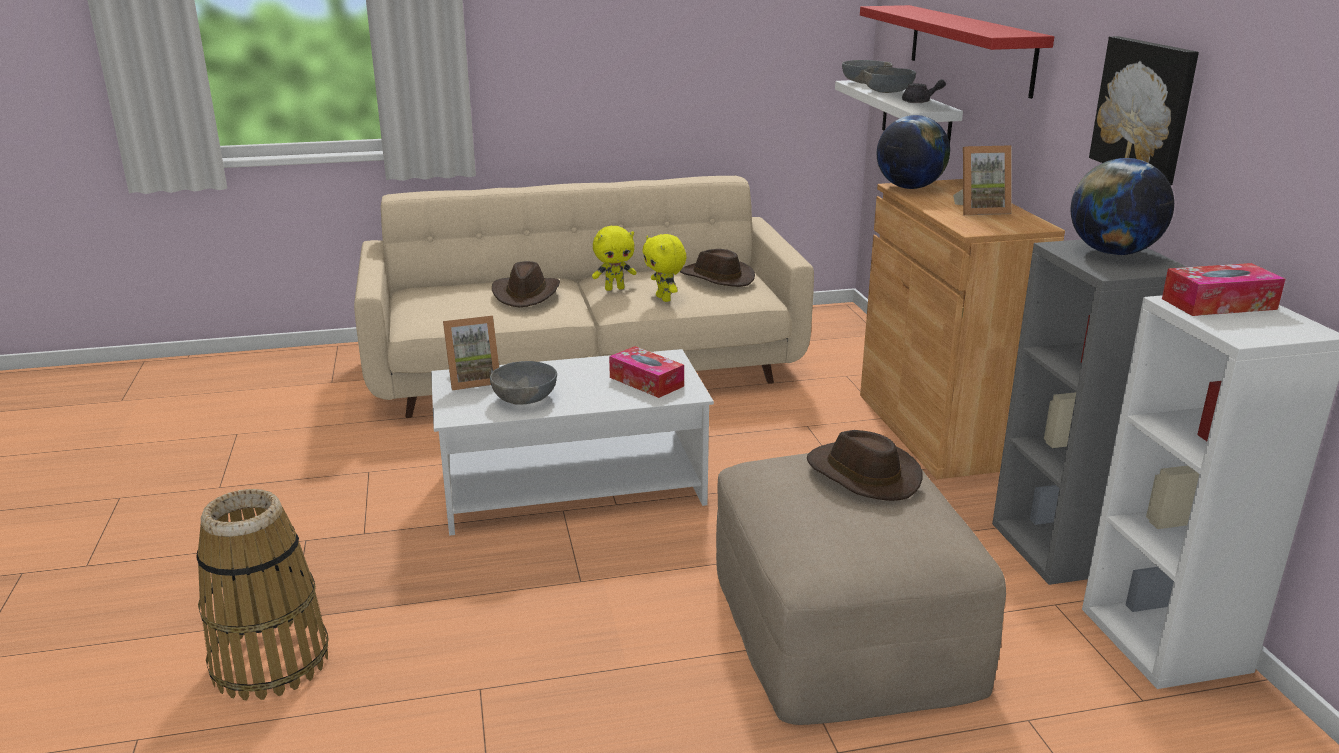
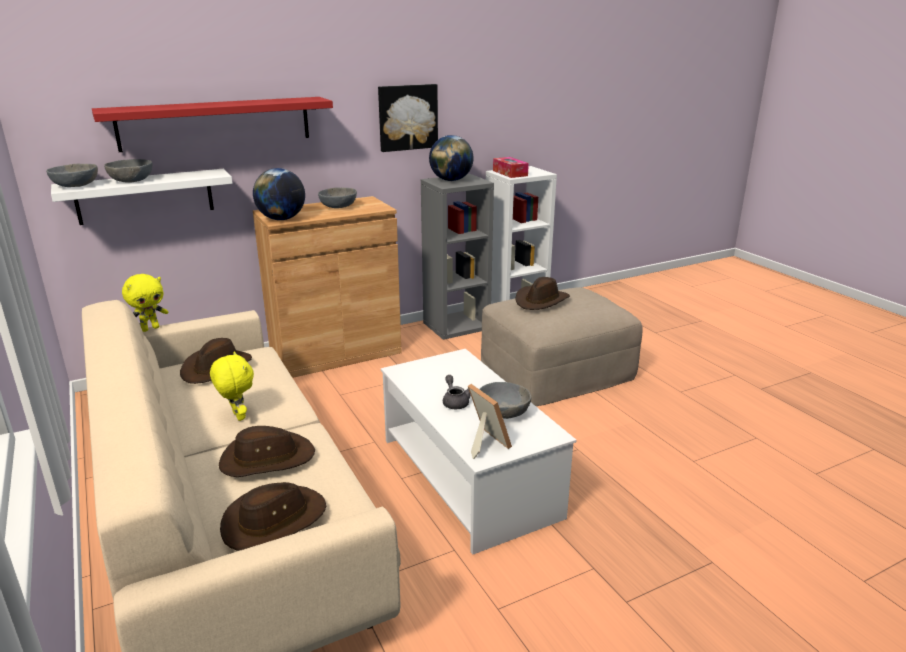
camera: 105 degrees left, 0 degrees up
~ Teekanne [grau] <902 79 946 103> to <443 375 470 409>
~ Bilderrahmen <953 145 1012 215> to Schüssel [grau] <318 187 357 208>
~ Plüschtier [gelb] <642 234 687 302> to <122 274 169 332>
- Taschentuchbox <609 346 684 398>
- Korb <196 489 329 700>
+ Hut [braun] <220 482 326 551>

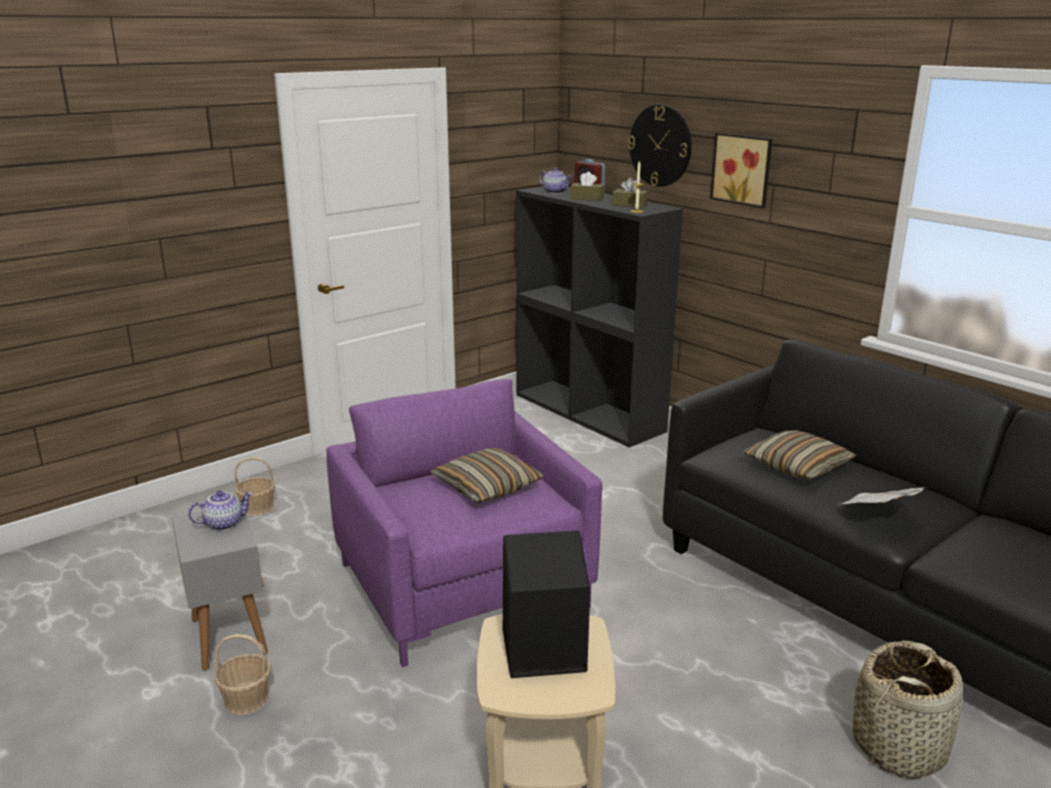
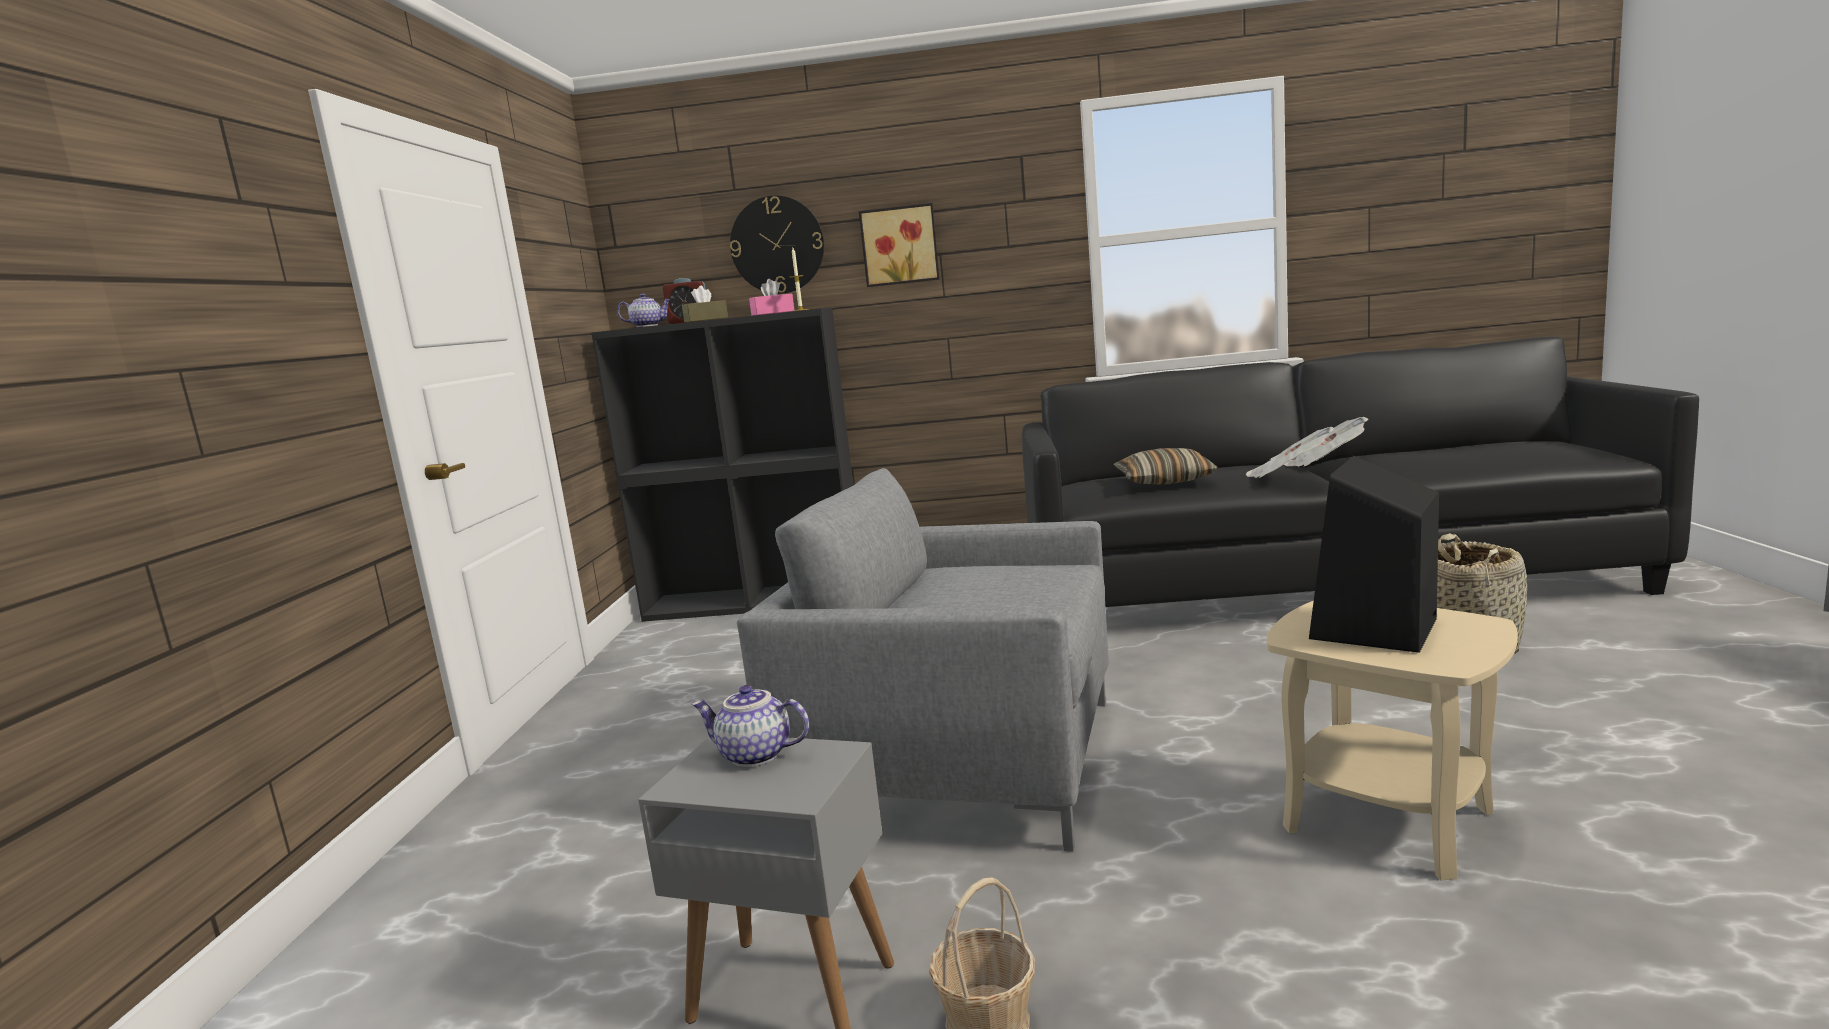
camera: 45 degrees left, 10 degrees down
~ Taschentuchbox [braun] <612 178 648 208> to Taschentuchbox [rosa] <749 279 794 316>
~ Sessel [lila] <326 379 602 667> to Sessel [grau] <737 468 1109 852>
- Kissen <431 448 544 503>
- Korb <234 457 275 516>
~ Teekanne <188 491 253 531> = <691 685 809 767> 90 degrees counterclockwise
+ Zeitung <1284 417 1369 467>

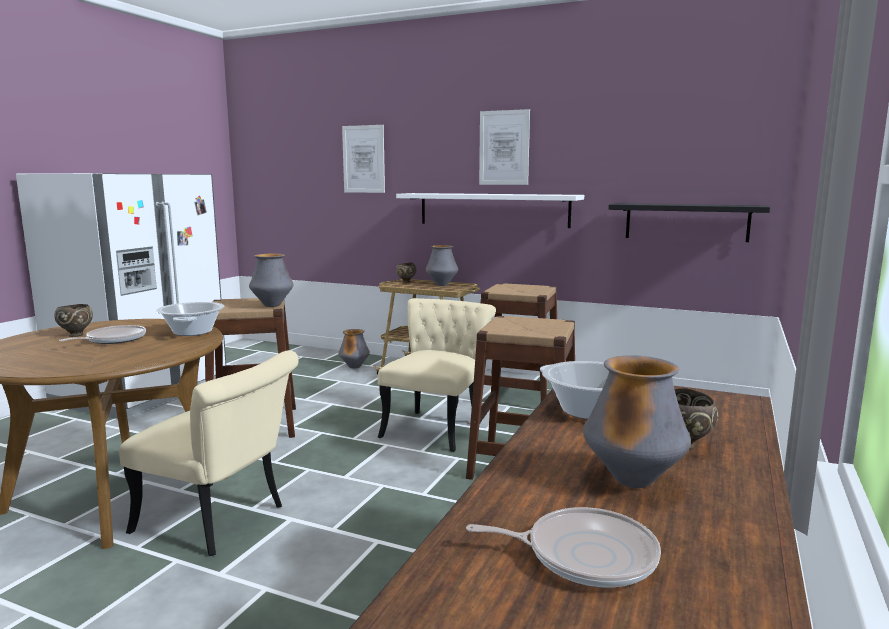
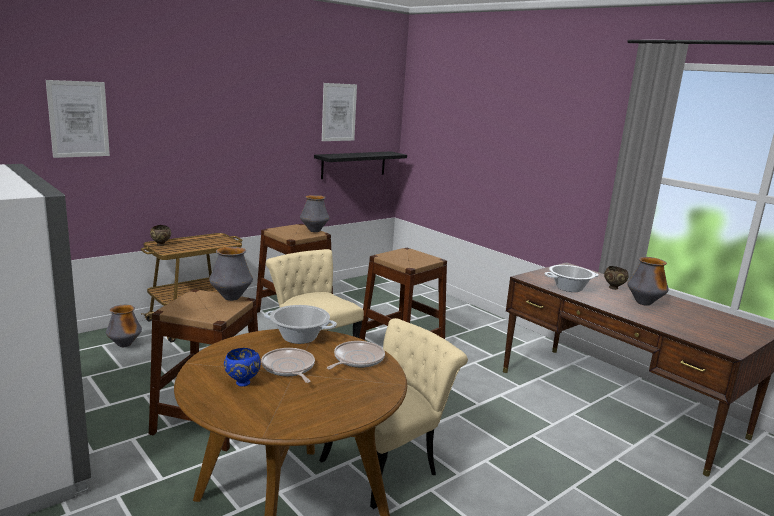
camera: 65 degrees left, 5 degrees up
~ Bild <479 109 530 185> to <322 83 357 141>
- Wandregal [weiß] <396 193 584 228>
~ Vase <426 245 458 286> to <300 195 329 232>
~ Schüssel [braun] <54 304 93 337> to Schüssel [blau] <224 348 261 387>
~ Pfanne <466 507 661 588> to <327 341 385 369>

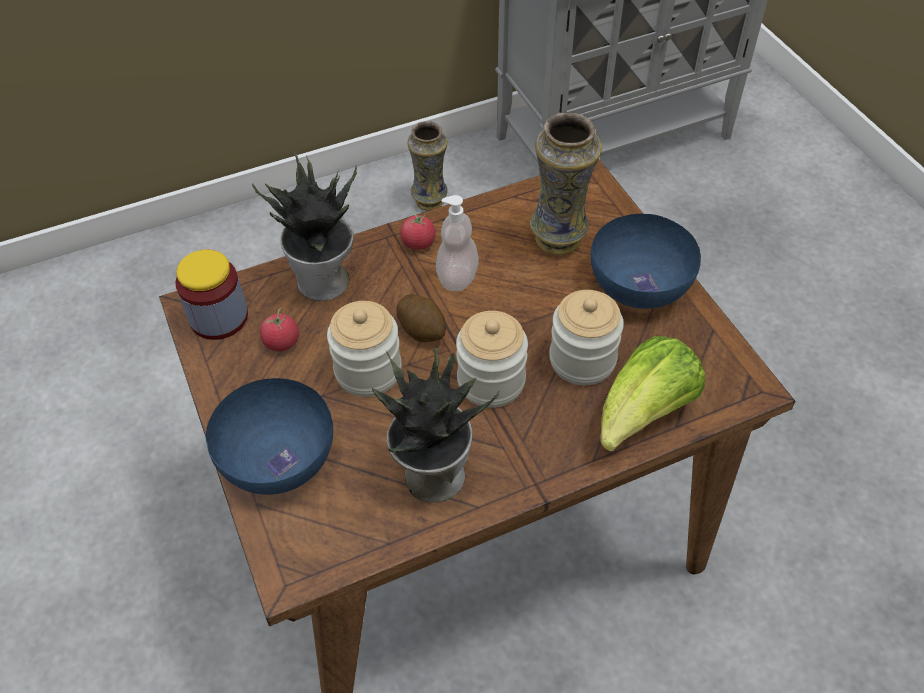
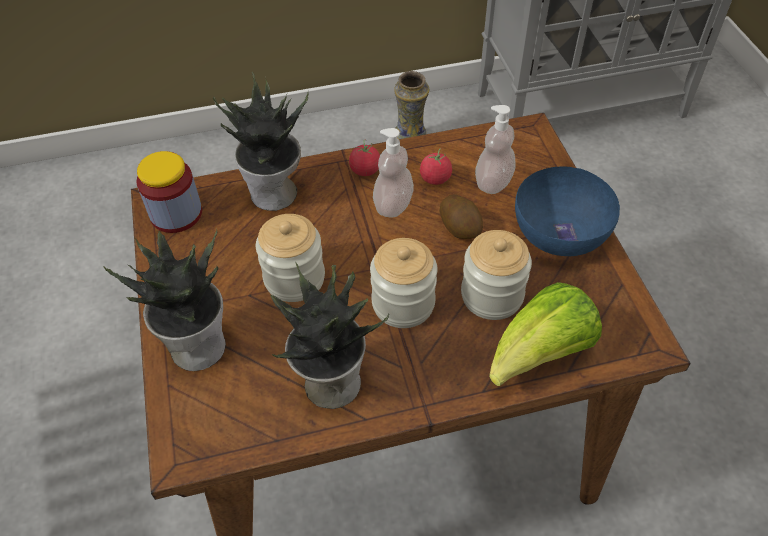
camera: 10 degrees right, 0 degrees up
~ Vase <530 112 602 255> to Seifenspender <475 105 516 194>
~ Kartoffel <396 294 446 342> to <440 194 483 239>
~ Tomate <260 308 299 351> to <420 148 452 185>
~ Schüssel [blau] <206 378 333 495> to Topfpflanze <103 230 226 371>

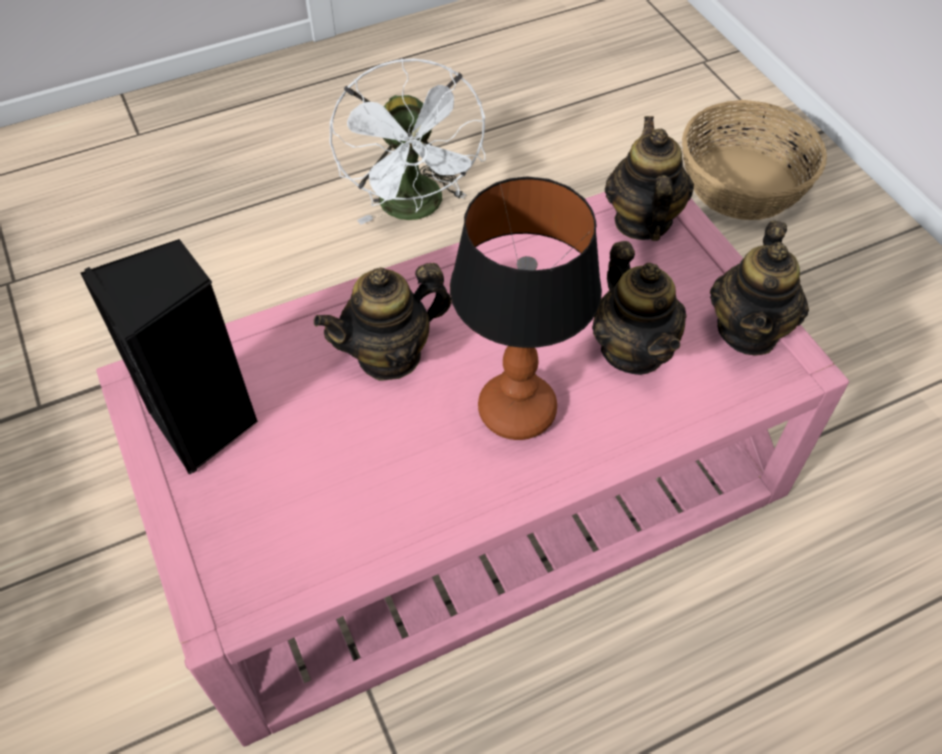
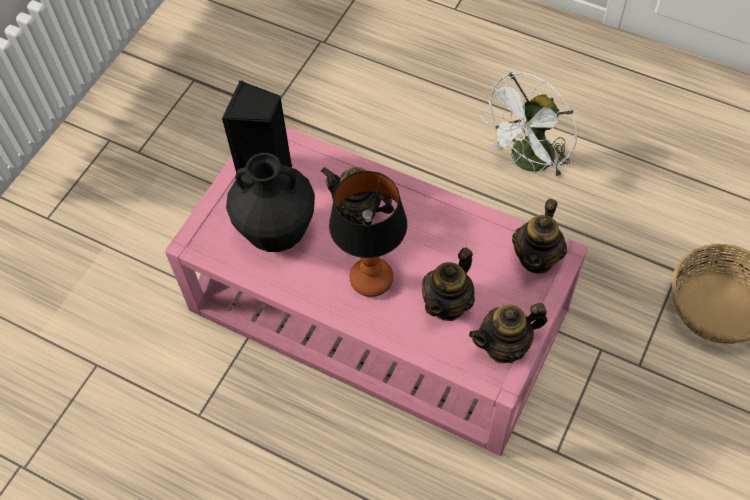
camera: 55 degrees right, 5 degrees up
~ Teekanne <605 116 694 241> = <512 199 567 274> 150 degrees clockwise
+ Vase [schwarz] <226 153 315 252>

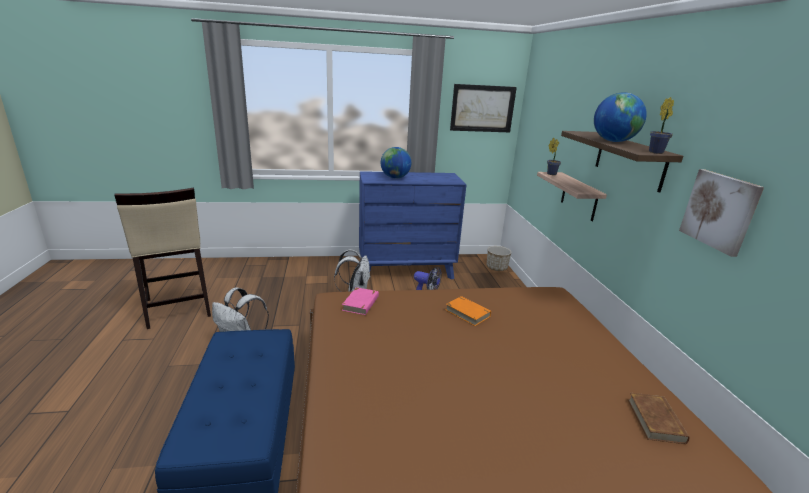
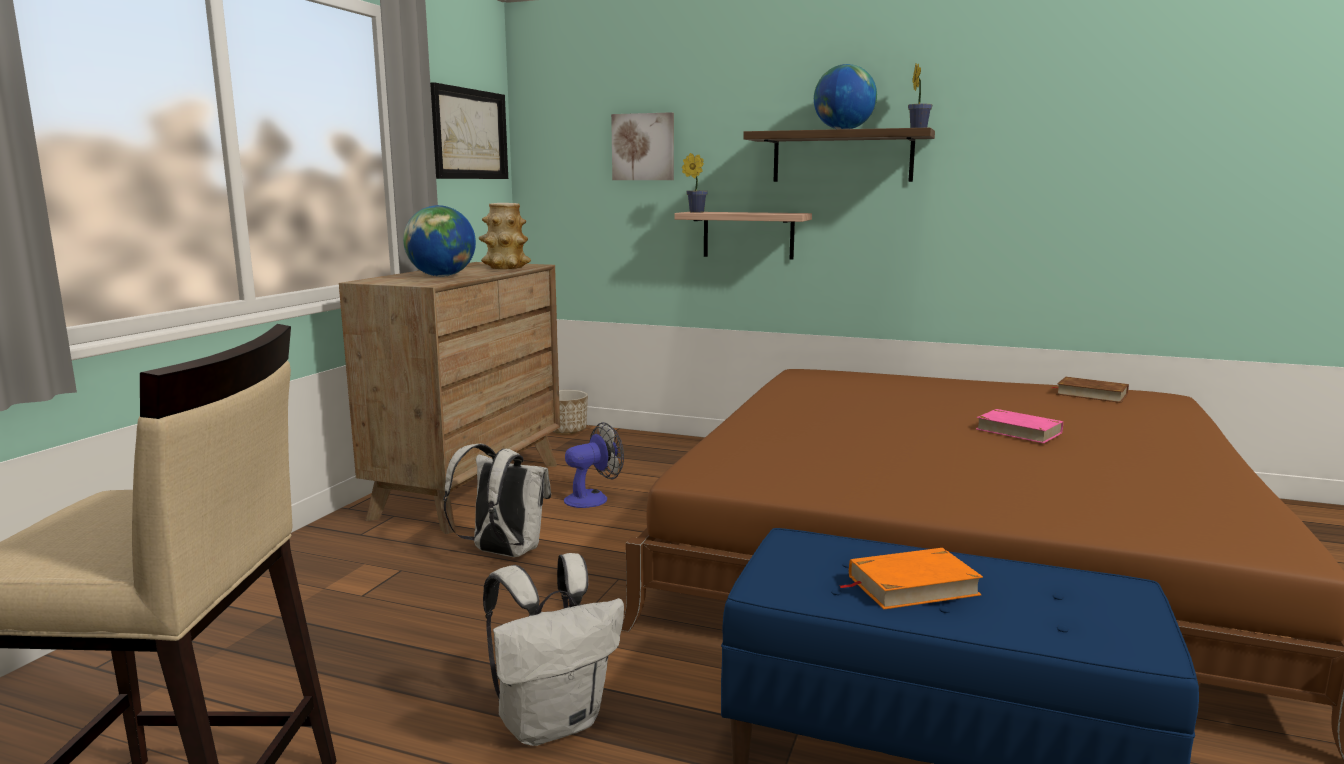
camera: 60 degrees left, 10 degrees down
~ Bild <679 169 764 257> to <611 112 674 180>
~ Kommode [blau] <359 171 467 280> to Kommode [braun] <339 262 560 534>
~ Buch [rosa] <342 287 379 315> to <976 409 1063 443>
~ Buch [orange] <445 296 491 326> to <838 548 983 609>
+ Vase <479 203 531 269>

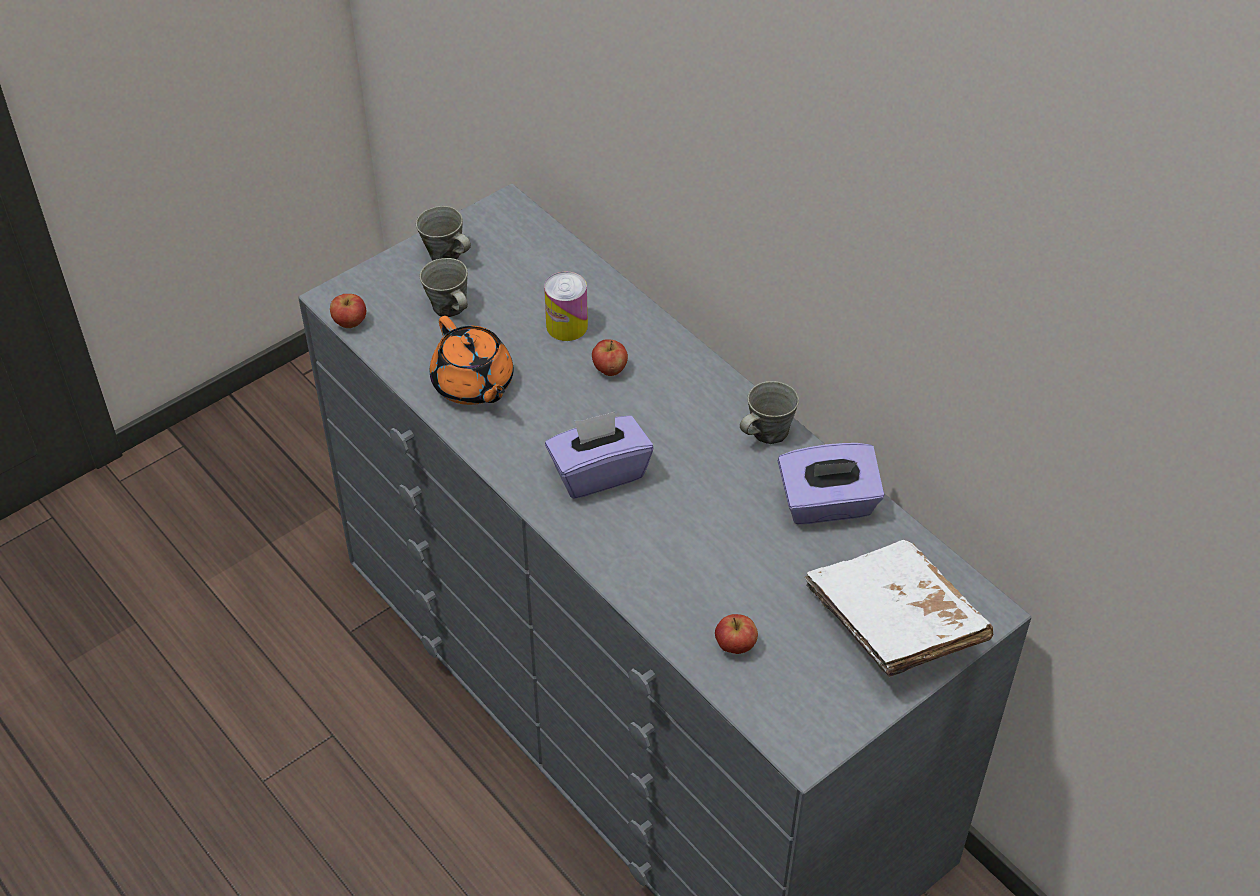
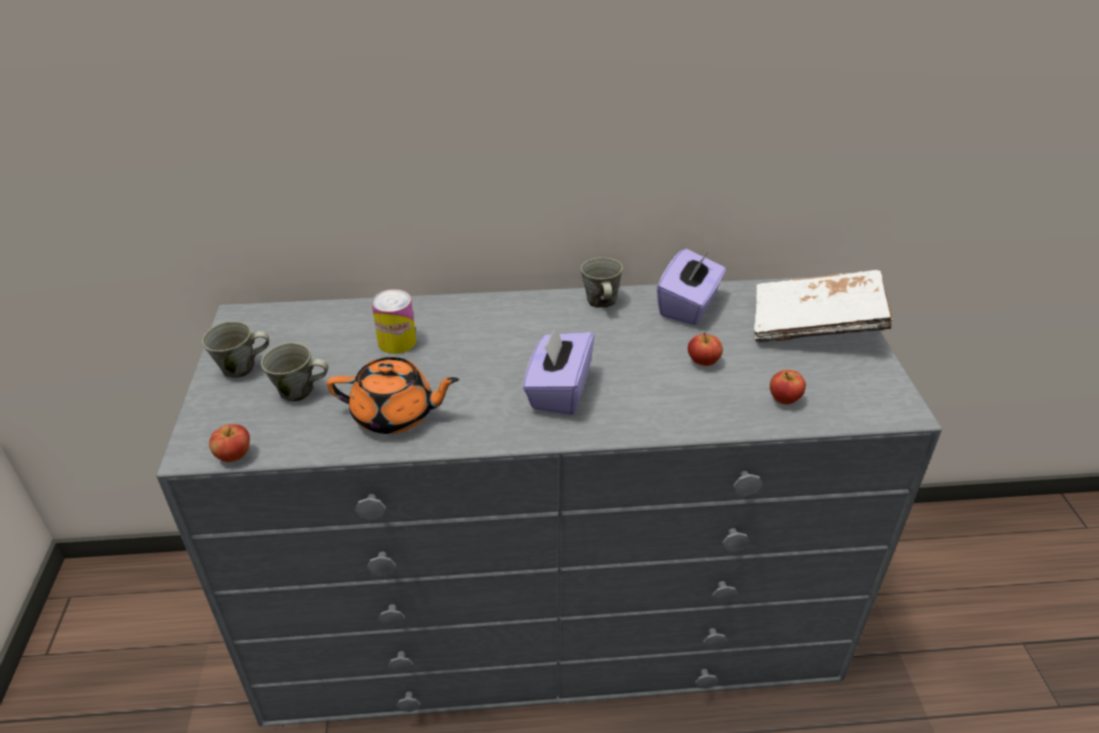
camera: 55 degrees left, 10 degrees down
~ Apfel <592 340 628 376> to <688 333 723 366>

